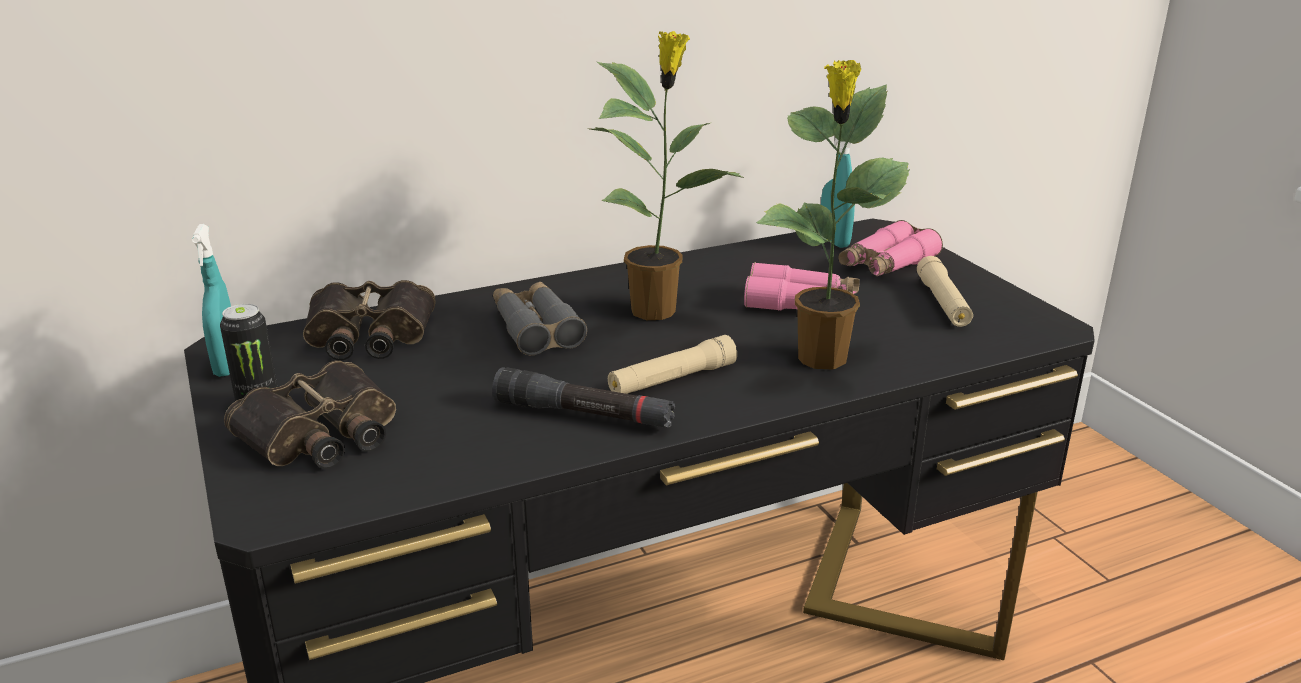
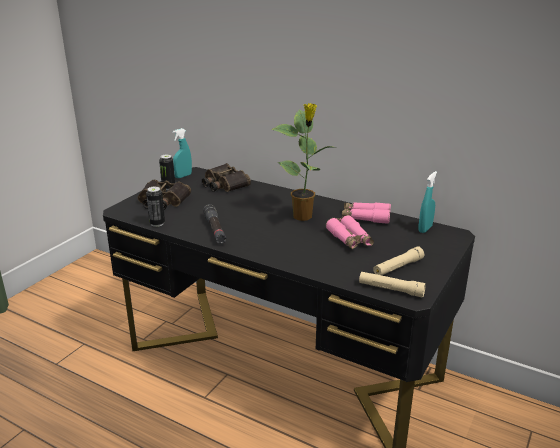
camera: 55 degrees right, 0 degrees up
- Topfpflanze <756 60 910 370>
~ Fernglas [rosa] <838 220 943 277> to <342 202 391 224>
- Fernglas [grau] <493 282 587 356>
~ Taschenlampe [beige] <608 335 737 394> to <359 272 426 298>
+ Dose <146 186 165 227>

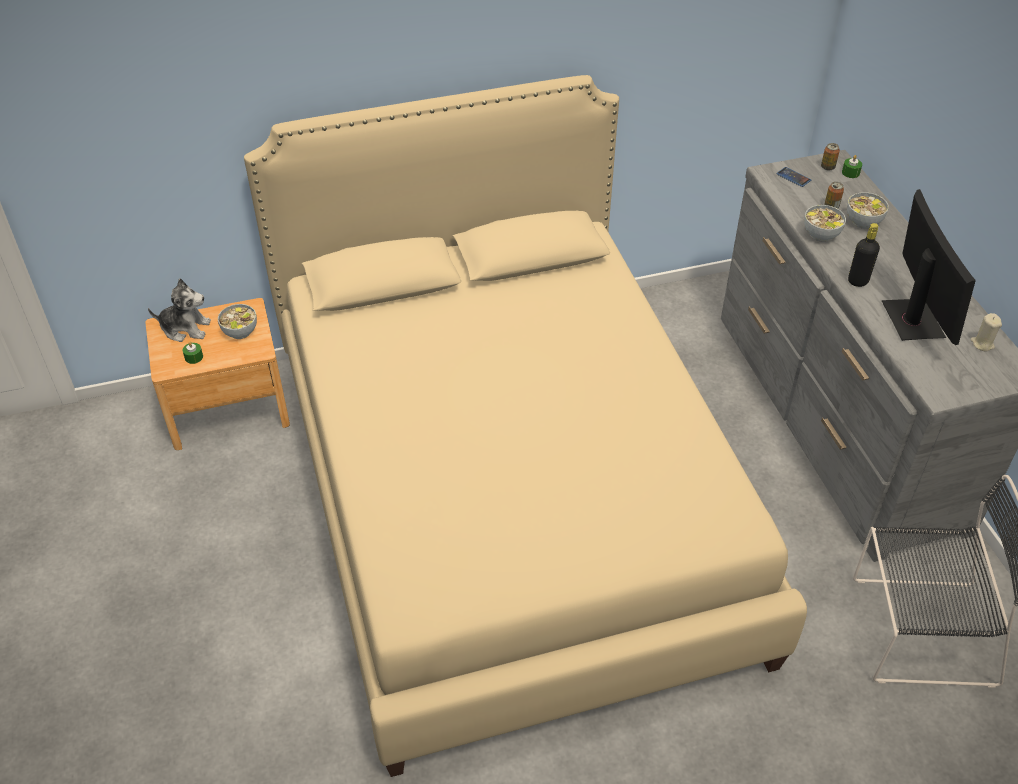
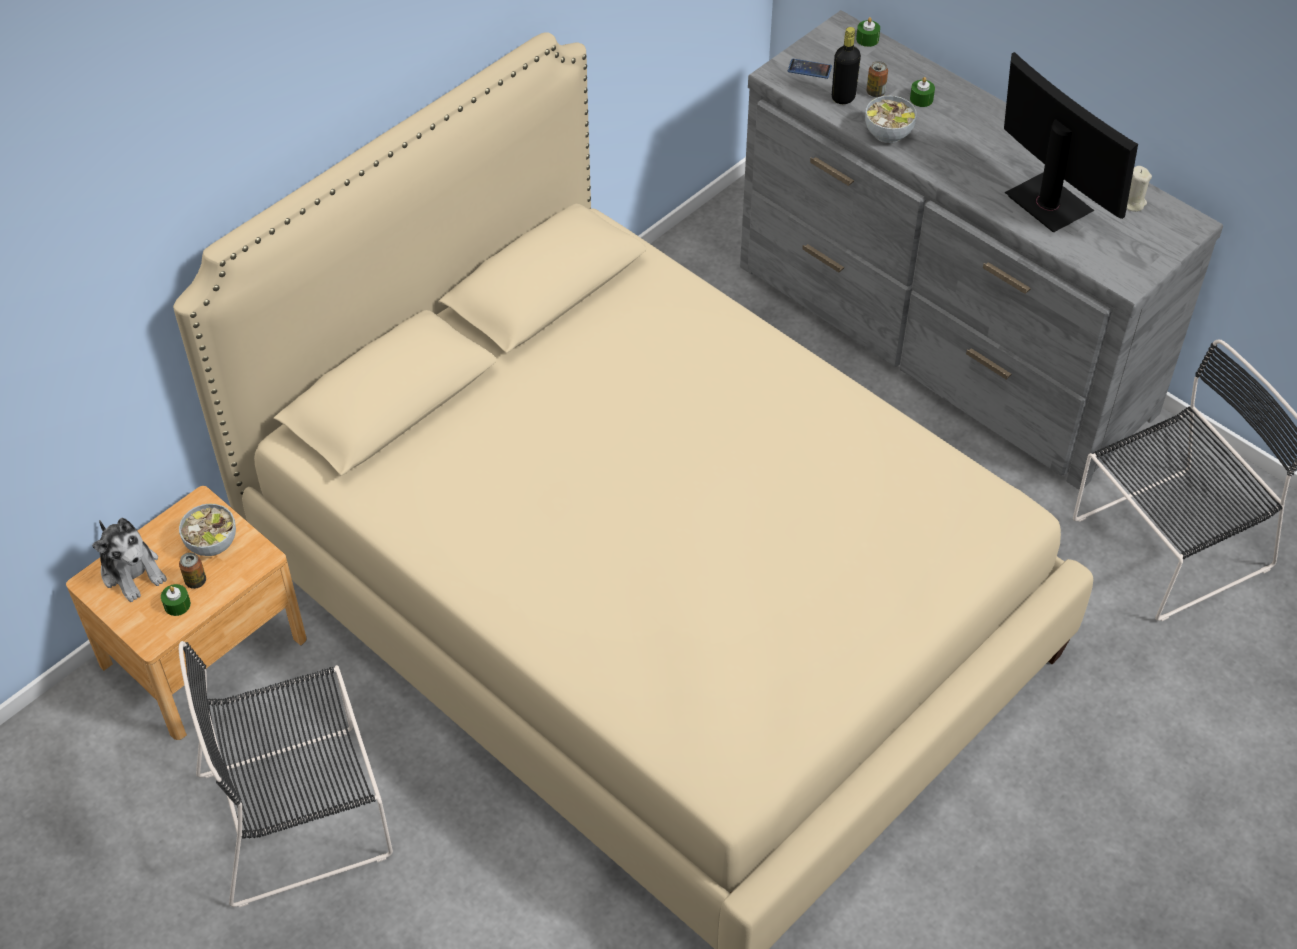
camera: 30 degrees left, 5 degrees up
~ Dose <821 143 840 171> to <179 552 206 589>
~ Schüssel <847 192 889 229> to Kerze [grün] <910 77 935 107>
~ Flasche [schwarz] <848 223 880 287> to <832 27 861 104>
~ Plüschtier <148 278 211 342> = <92 518 167 602> 75 degrees clockwise
+ Stuhl [schwarz] <179 641 393 908>

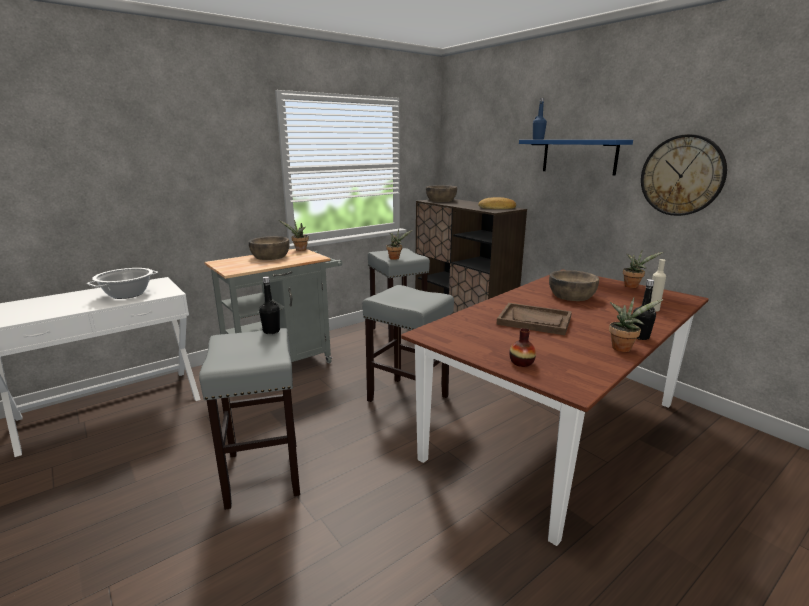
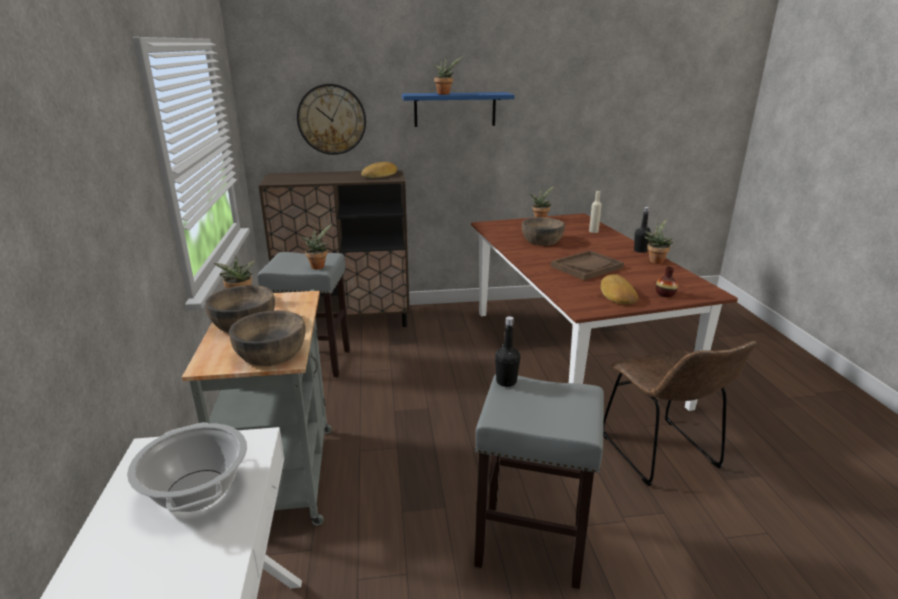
camera: 60 degrees left, 5 degrees up
- Flasche [blau] <533 98 547 140>
~ Wanduhr <641 134 727 216> to <297 84 366 155>
~ Schüssel [braun] <426 185 457 202> to <229 310 306 366>
- Hocker [grau] <362 285 454 402>
+ Topfpflanze <432 57 463 95>
+ Brot <601 274 638 304>
+ Stuhl [braun] <603 341 757 486>

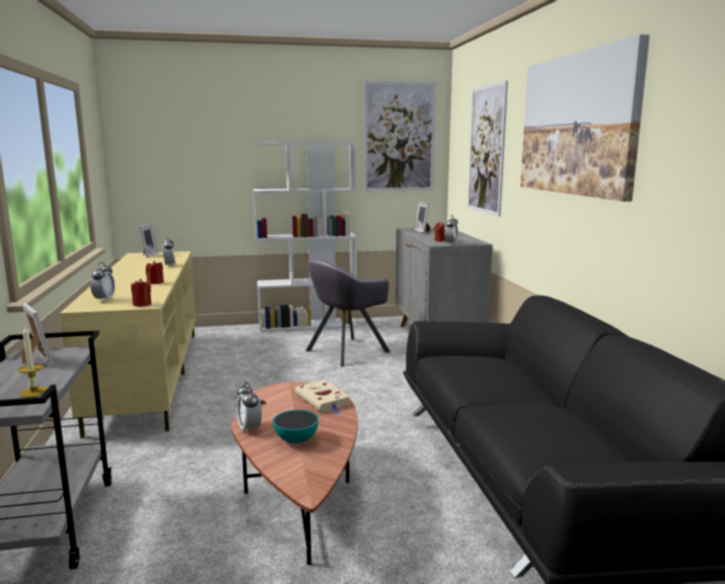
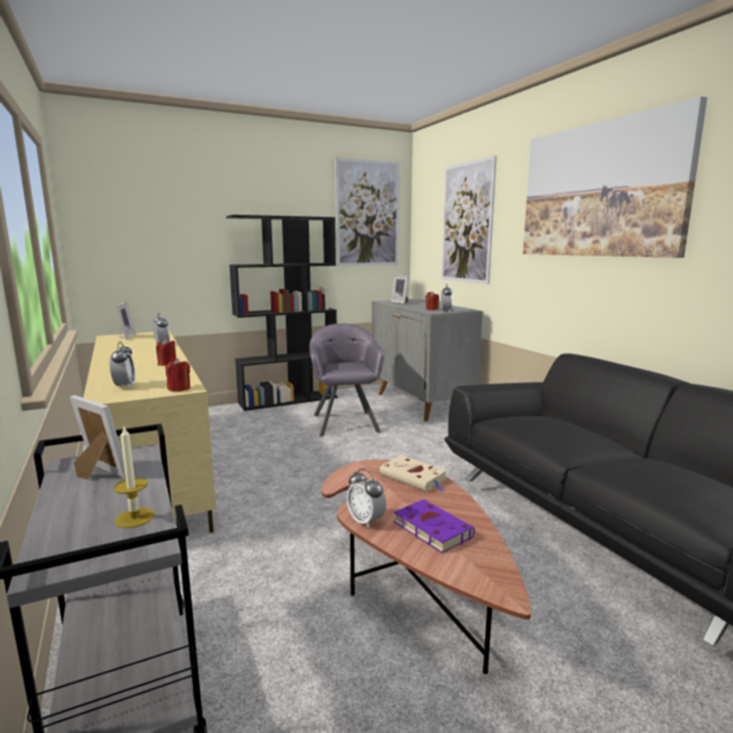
camera: 15 degrees left, 0 degrees up
~ Bücherregal [weiß] <251 143 357 332> to Bücherregal [schwarz] <226 215 338 411>
~ Sessel [grau] <305 260 391 367> = <309 323 385 437> 135 degrees clockwise
~ Schüssel <273 410 319 443> to Buch [lila] <394 500 475 553>

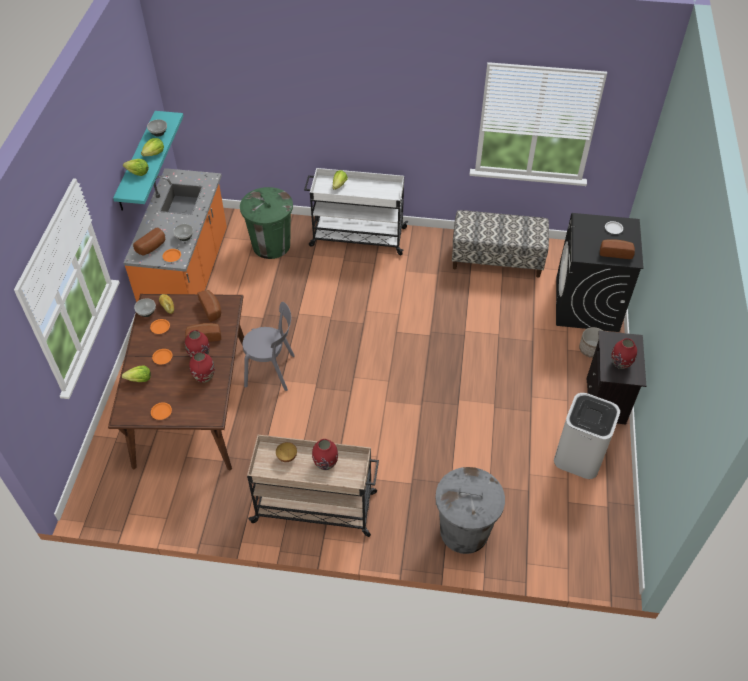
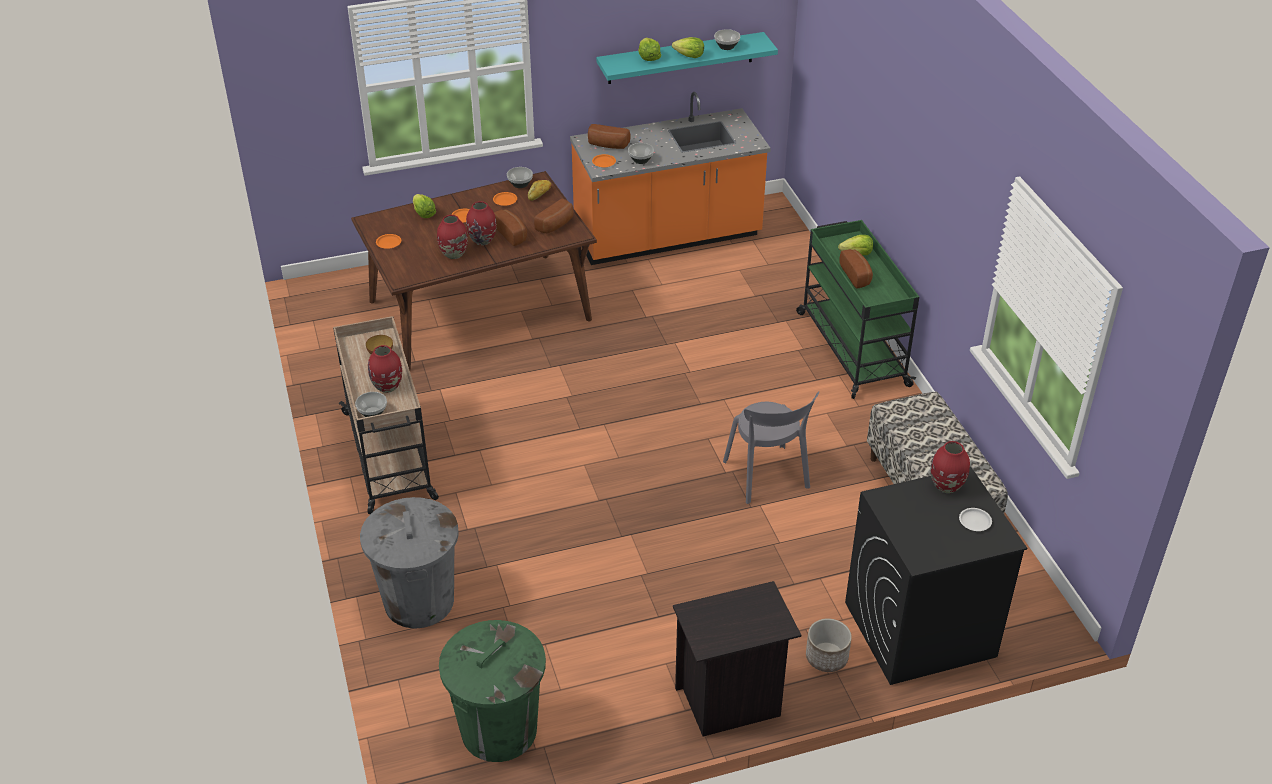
camera: 65 degrees right, 10 degrees down
~ Rollwagen [weiß] <304 168 408 255> to Rollwagen [grün] <796 220 919 399>
~ Mülleimer [grün] <240 187 293 259> to <439 620 546 762>
~ Brot <600 239 635 259> to <840 249 873 289>
~ Stuhl [grau] <243 302 295 391> to <723 391 819 504>
~ Vase [rot] <611 338 637 369> to <931 441 970 493>
- Mülleimer [weiß] <554 393 620 479>
+ Schüssel <355 392 387 417>

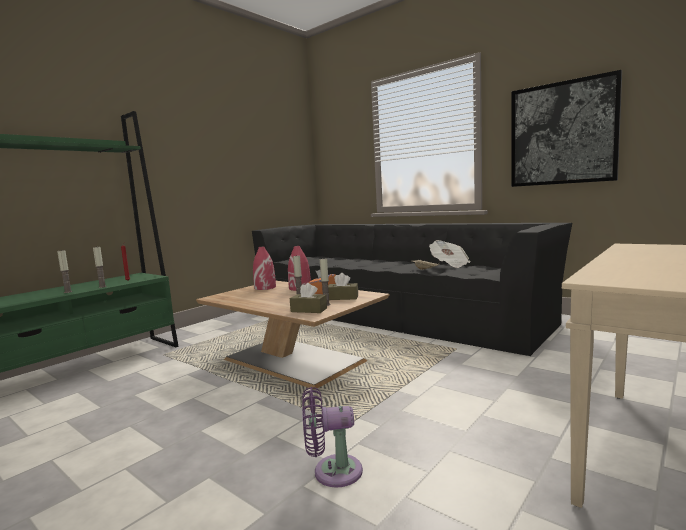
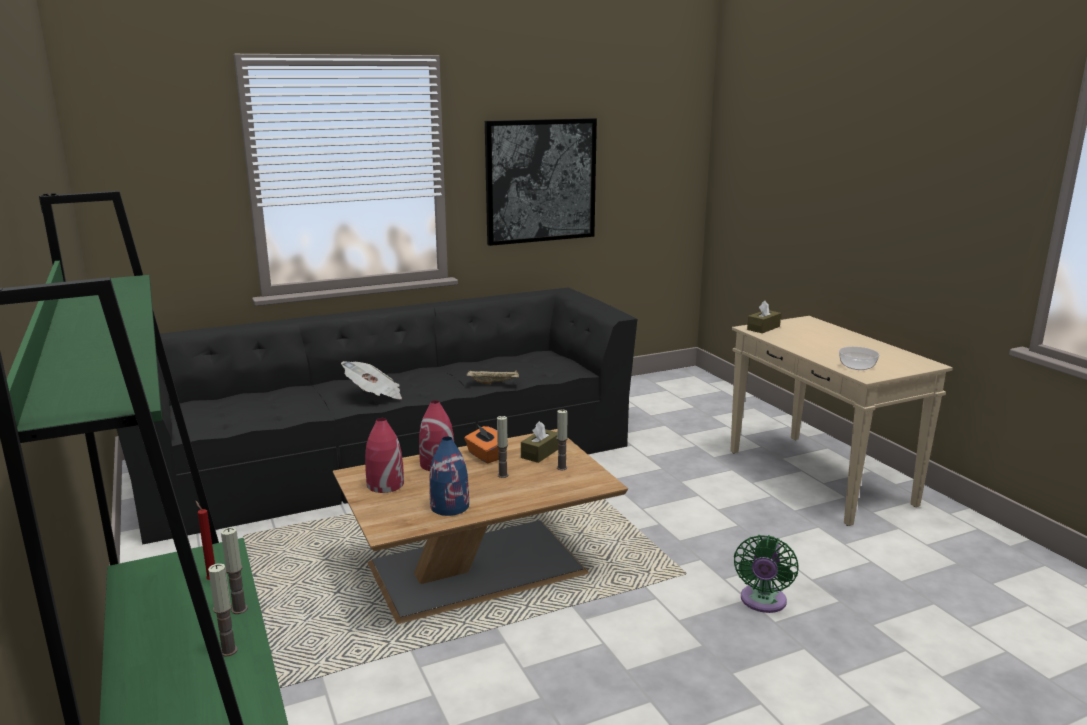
camera: 65 degrees left, 10 degrees up
~ Zeitung <429 240 471 268> to <341 361 402 399>
~ Taschentuchbox [braun] <290 283 327 313> to <747 301 781 333>
~ Ventilator [lila] <302 387 363 487> to Ventilator [grün] <734 535 798 613>
+ Schüssel <839 347 879 370>
+ Vase [blau] <429 437 469 516>

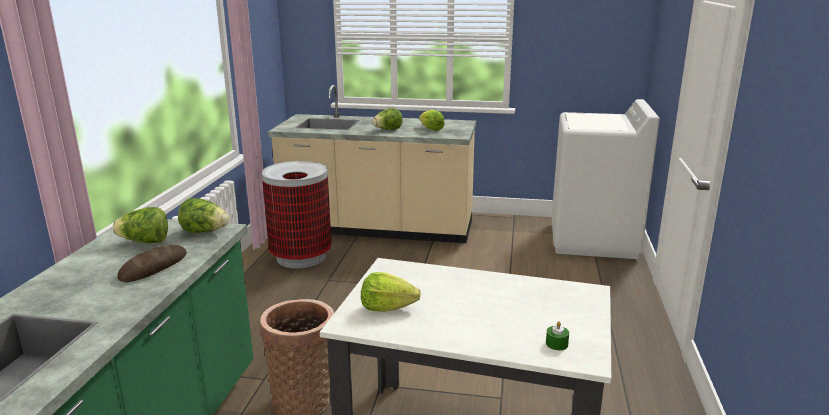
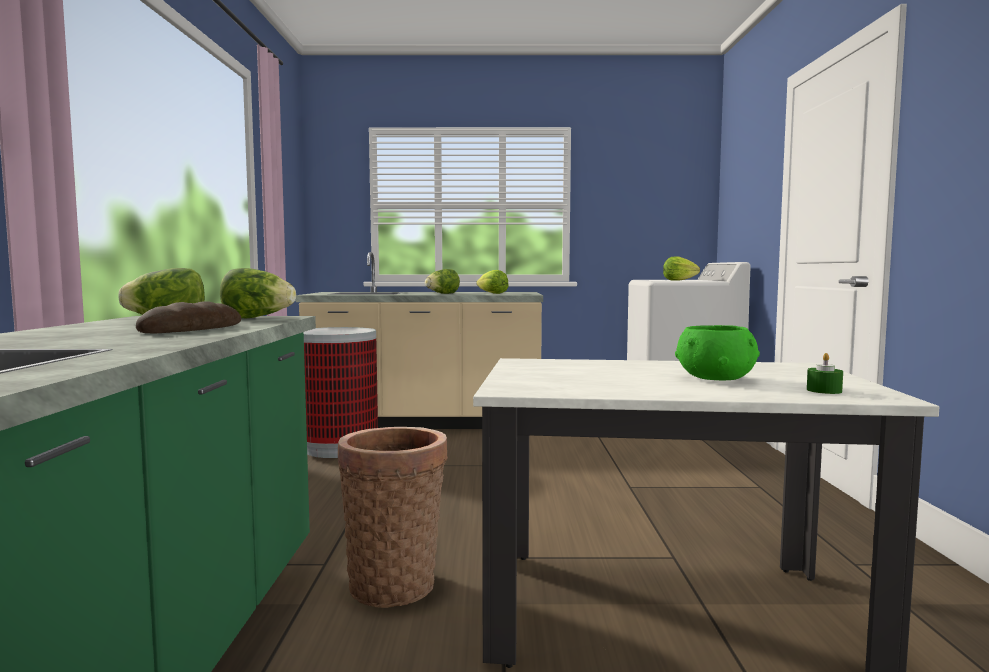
camera: 10 degrees left, 15 degrees down
~ Salatkopf <361 272 421 312> to <663 257 700 281>
+ Schüssel [grün] <675 325 760 380>

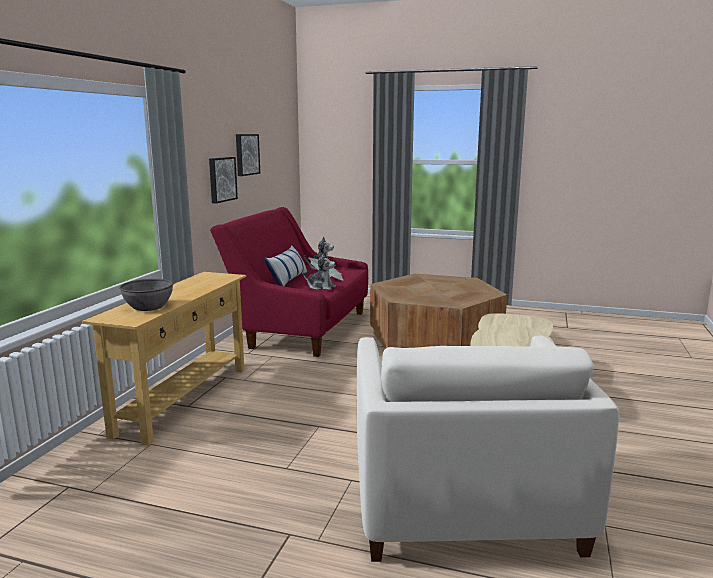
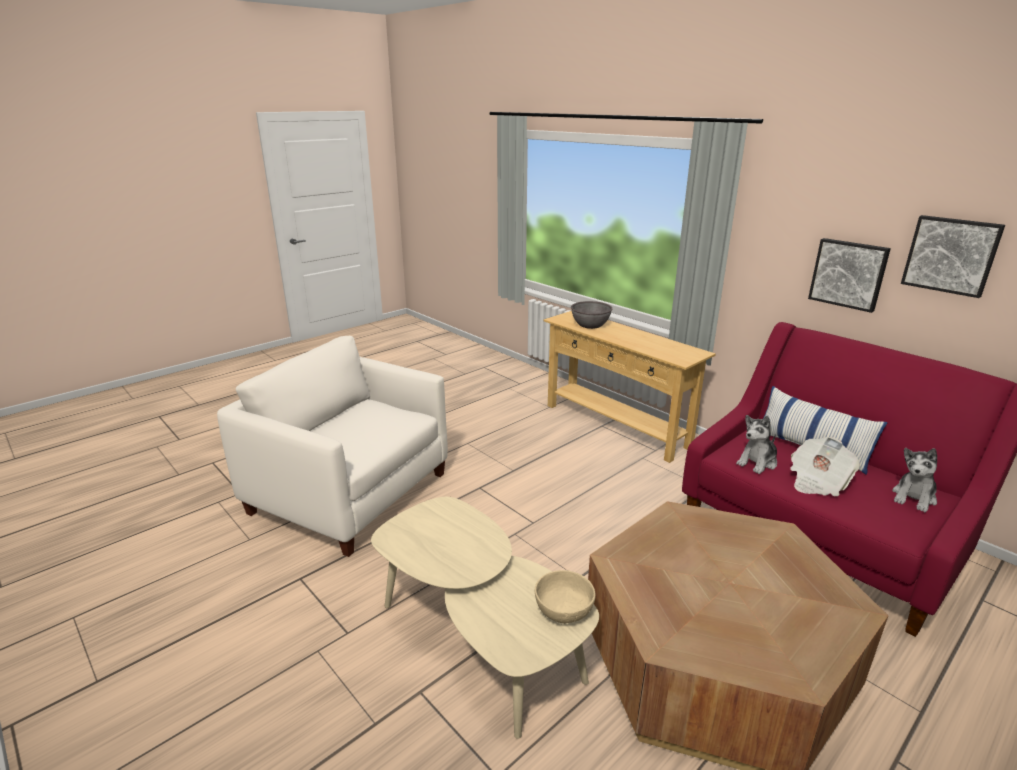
camera: 120 degrees right, 10 degrees up
+ Schüssel [beige] <535 570 595 623>

